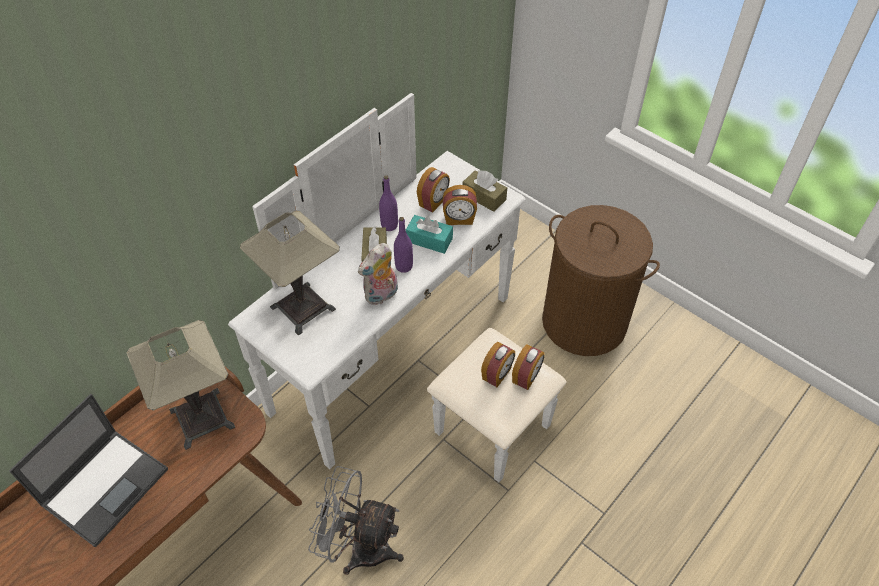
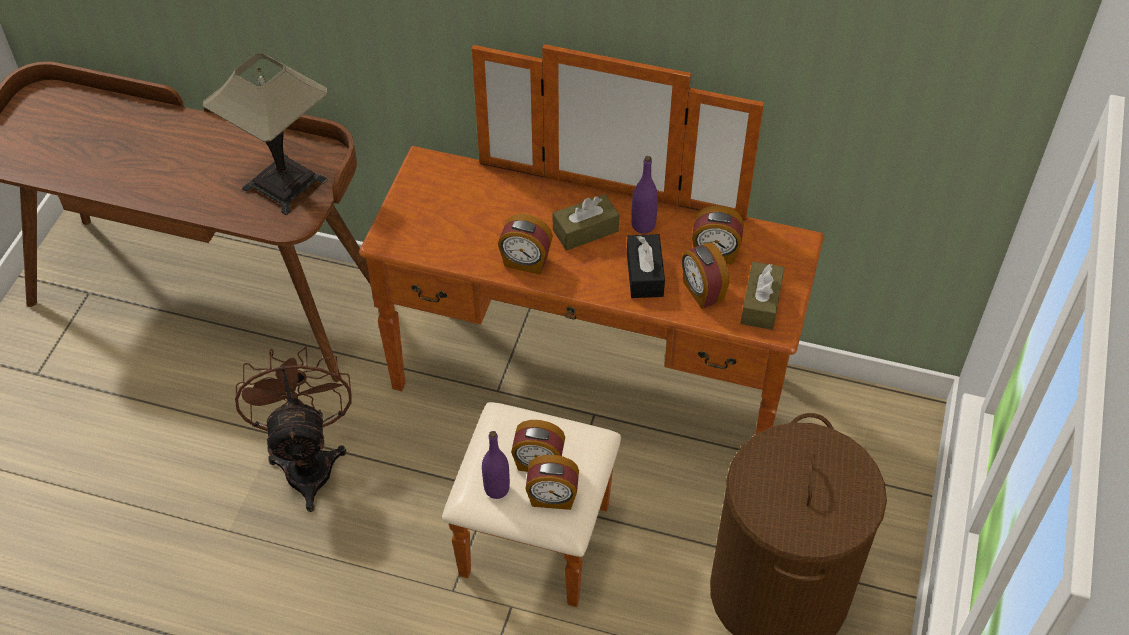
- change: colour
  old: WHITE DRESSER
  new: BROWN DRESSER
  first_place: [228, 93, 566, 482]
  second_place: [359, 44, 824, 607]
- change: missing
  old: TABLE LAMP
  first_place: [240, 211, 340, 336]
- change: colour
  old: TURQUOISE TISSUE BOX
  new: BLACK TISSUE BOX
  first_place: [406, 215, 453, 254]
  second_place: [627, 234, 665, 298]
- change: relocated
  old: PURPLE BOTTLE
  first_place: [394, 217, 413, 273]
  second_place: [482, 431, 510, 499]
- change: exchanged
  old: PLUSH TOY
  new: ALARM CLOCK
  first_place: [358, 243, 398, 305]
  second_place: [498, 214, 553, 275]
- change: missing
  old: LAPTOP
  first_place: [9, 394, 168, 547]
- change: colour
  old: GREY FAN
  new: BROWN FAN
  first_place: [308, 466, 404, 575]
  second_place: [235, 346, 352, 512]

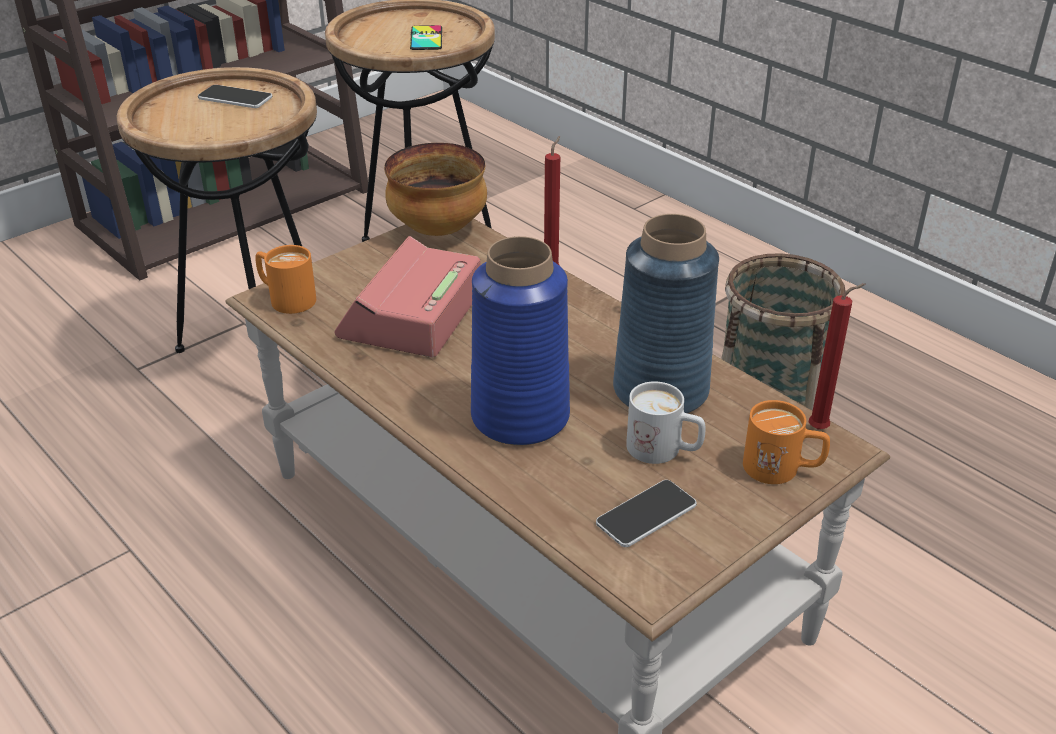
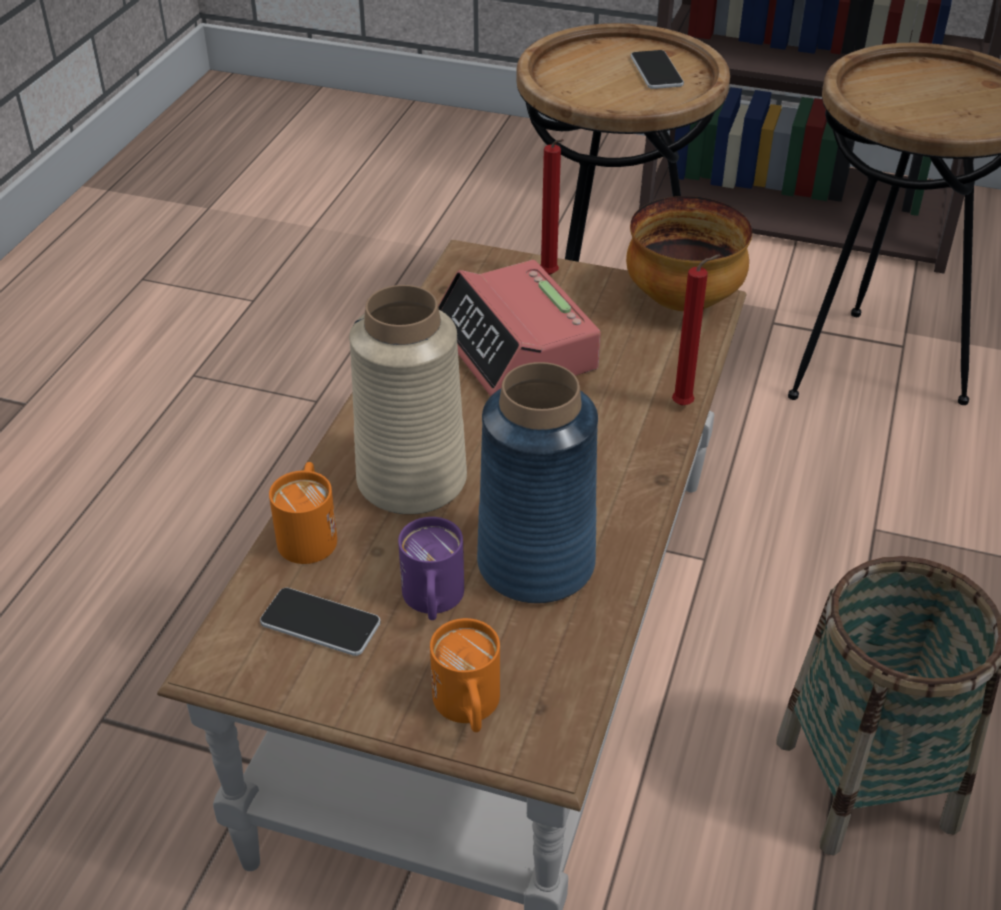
- change: missing
  old: PHONE
  first_place: [410, 25, 442, 50]
- change: spun
  old: ALARM CLOCK
  first_place: [335, 236, 481, 357]
  second_place: [438, 260, 601, 396]
  degrees: -105
- change: colour
  old: BLUE VASE
  new: BEIGE VASE
  first_place: [471, 236, 570, 445]
  second_place: [349, 285, 467, 515]
- change: relocated
  old: ORANGE MUG
  first_place: [255, 245, 316, 314]
  second_place: [269, 462, 337, 564]
- change: relocated
  old: RED CANDLE
  first_place: [809, 283, 866, 429]
  second_place: [540, 139, 564, 275]
- change: colour
  old: WHITE MUG
  new: PURPLE MUG
  first_place: [626, 381, 705, 464]
  second_place: [398, 517, 464, 620]

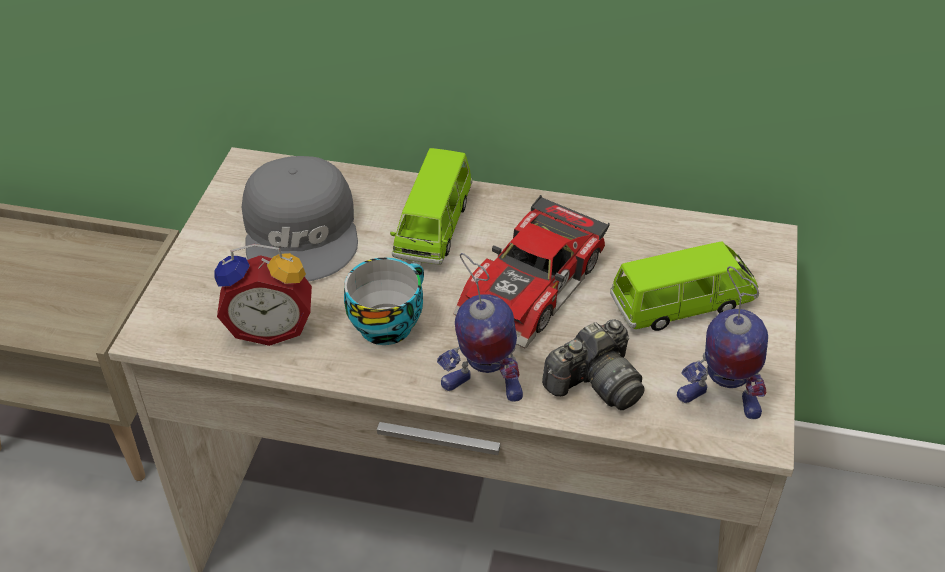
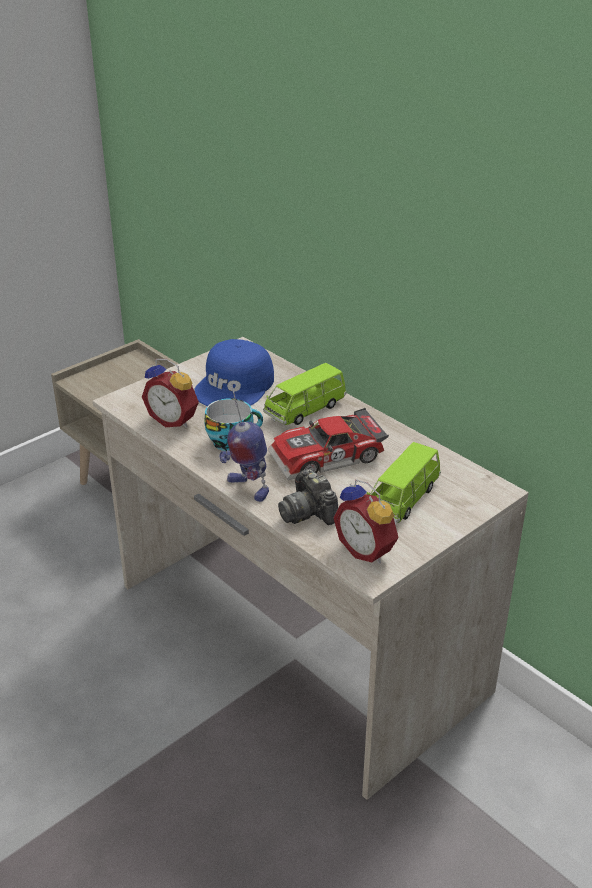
- change: colour
  old: GREY CAP
  new: BLUE CAP
  first_place: [242, 156, 358, 281]
  second_place: [194, 339, 274, 406]
- change: spun
  old: GREEN TOY CAR
  first_place: [610, 241, 759, 331]
  second_place: [367, 442, 441, 523]
  degrees: 105
- change: exchanged
  old: TOY ROBOT
  new: ALARM CLOCK
  first_place: [677, 266, 768, 419]
  second_place: [333, 479, 399, 564]
- change: spun
  old: PHOTO CAMERA
  first_place: [542, 319, 645, 410]
  second_place: [278, 469, 338, 525]
  degrees: 60

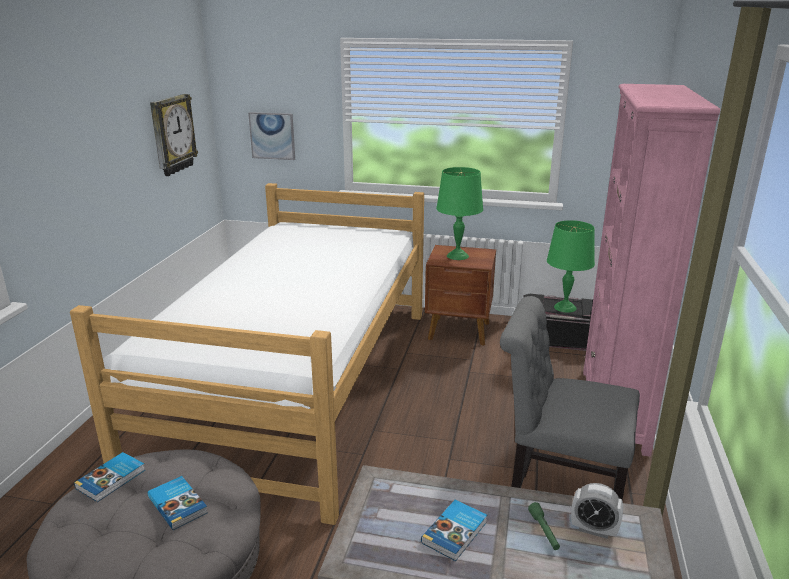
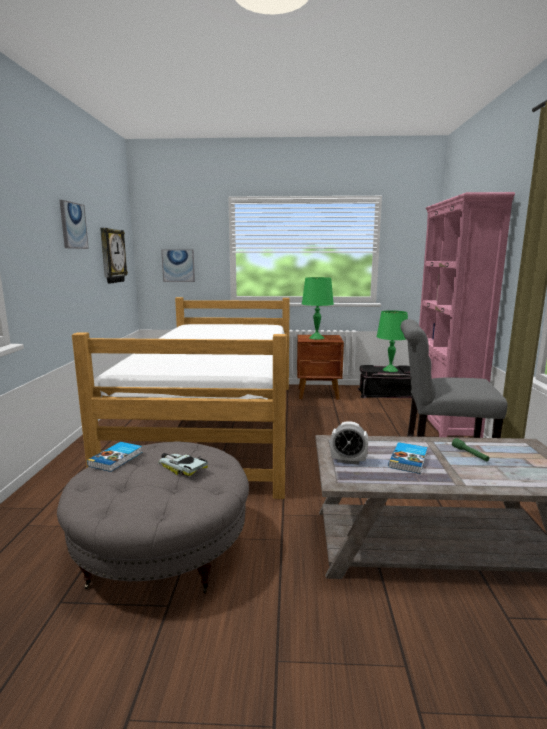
- change: exchanged
  old: BOOK
  new: TOY CAR
  first_place: [148, 476, 208, 530]
  second_place: [158, 453, 208, 476]
- change: relocated
  old: ALARM CLOCK
  first_place: [571, 483, 623, 539]
  second_place: [330, 421, 368, 465]
- change: appeared
  new: PICTURE
  second_place: [59, 200, 89, 249]

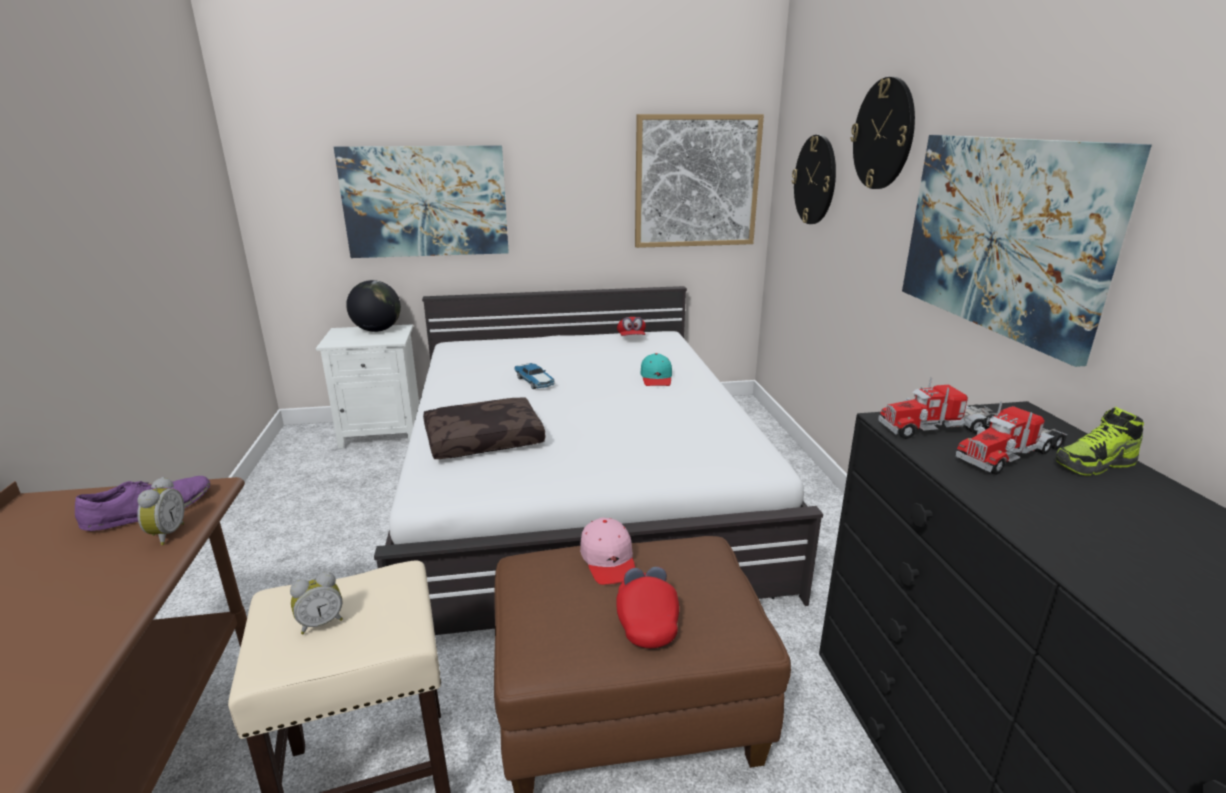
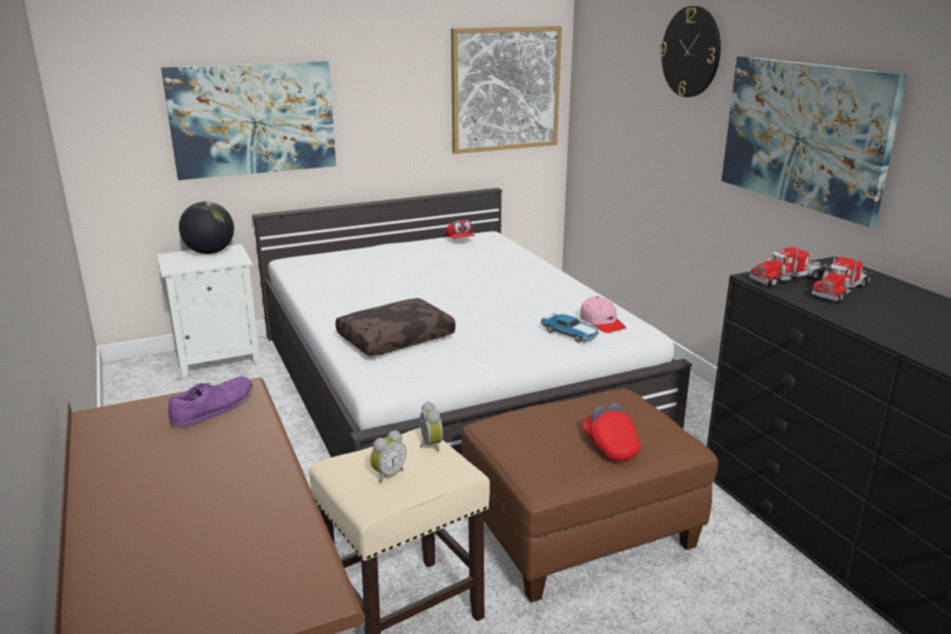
- change: missing
  old: WALL CLOCK
  first_place: [792, 135, 836, 224]
- change: missing
  old: TURQUOISE CAP
  first_place: [641, 353, 672, 386]
- change: relocated
  old: TOY CAR
  first_place: [514, 363, 555, 389]
  second_place: [541, 313, 599, 343]
- change: missing
  old: SHOE
  first_place: [1056, 407, 1144, 476]
- change: relocated
  old: ALARM CLOCK
  first_place: [137, 477, 184, 545]
  second_place: [420, 401, 443, 452]
- change: relocated
  old: PINK CAP
  first_place: [580, 518, 635, 585]
  second_place: [580, 296, 626, 333]

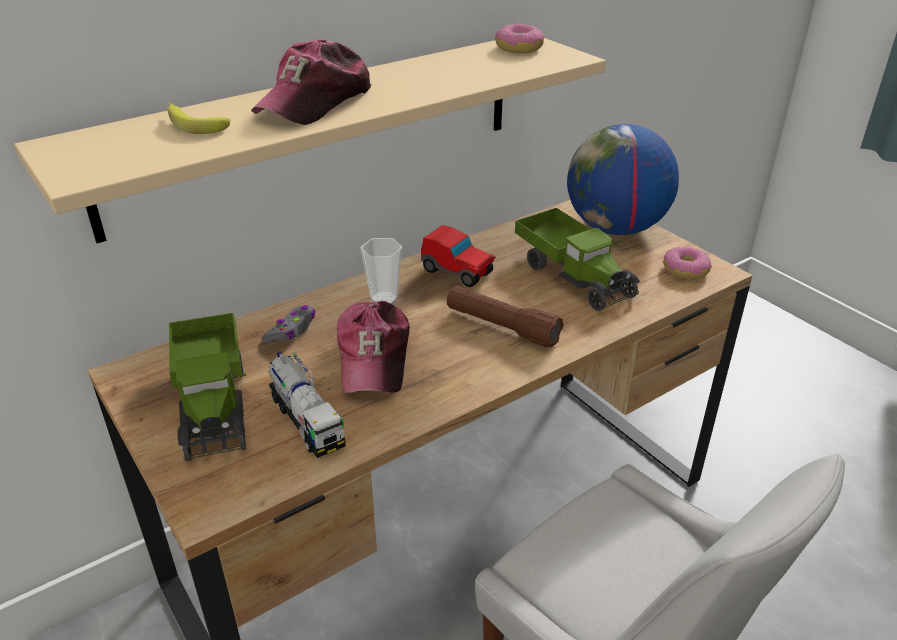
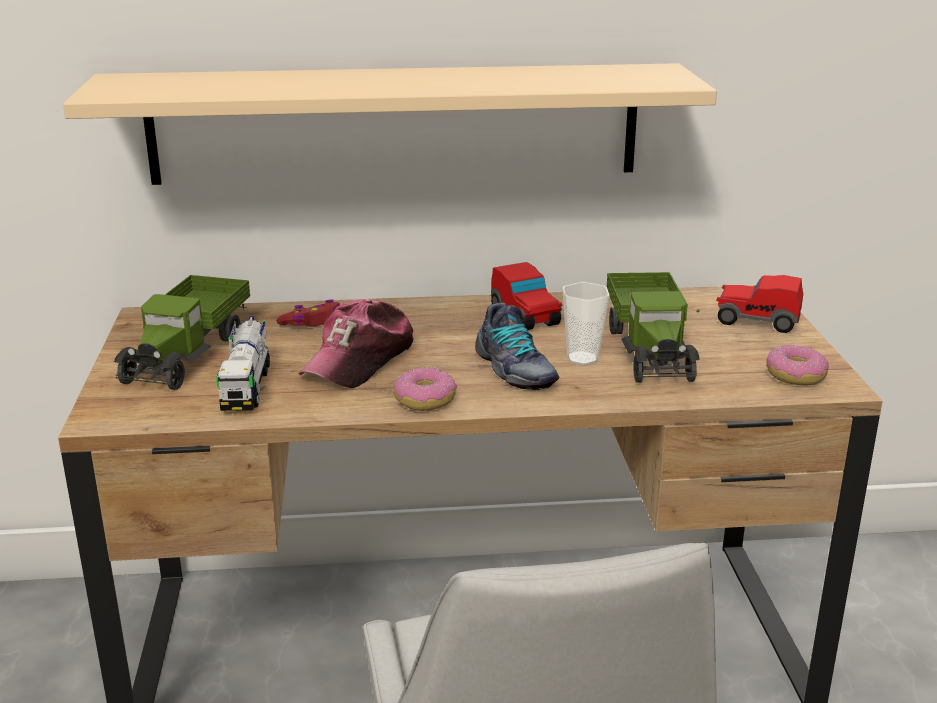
- change: relocated
  old: DONUT
  first_place: [495, 23, 545, 54]
  second_place: [393, 367, 457, 411]
- change: missing
  old: CAP
  first_place: [251, 39, 371, 125]
- change: missing
  old: BANANA
  first_place: [168, 103, 230, 134]
- change: exchanged
  old: GLOBE
  new: TOY CAR
  first_place: [567, 124, 679, 235]
  second_place: [716, 275, 803, 333]
- change: relocated
  old: CUP
  first_place: [361, 238, 402, 304]
  second_place: [562, 282, 610, 366]
- change: exchanged
  old: BROWN FLASHLIGHT
  new: SHOE
  first_place: [447, 286, 564, 348]
  second_place: [475, 303, 559, 390]
- change: colour
  old: GREY GAME CONTROLLER
  new: RED GAME CONTROLLER
  first_place: [262, 305, 316, 343]
  second_place: [276, 299, 340, 327]

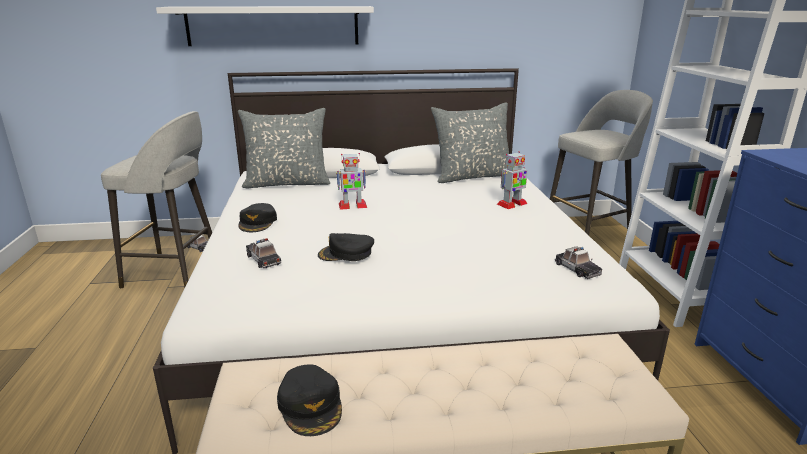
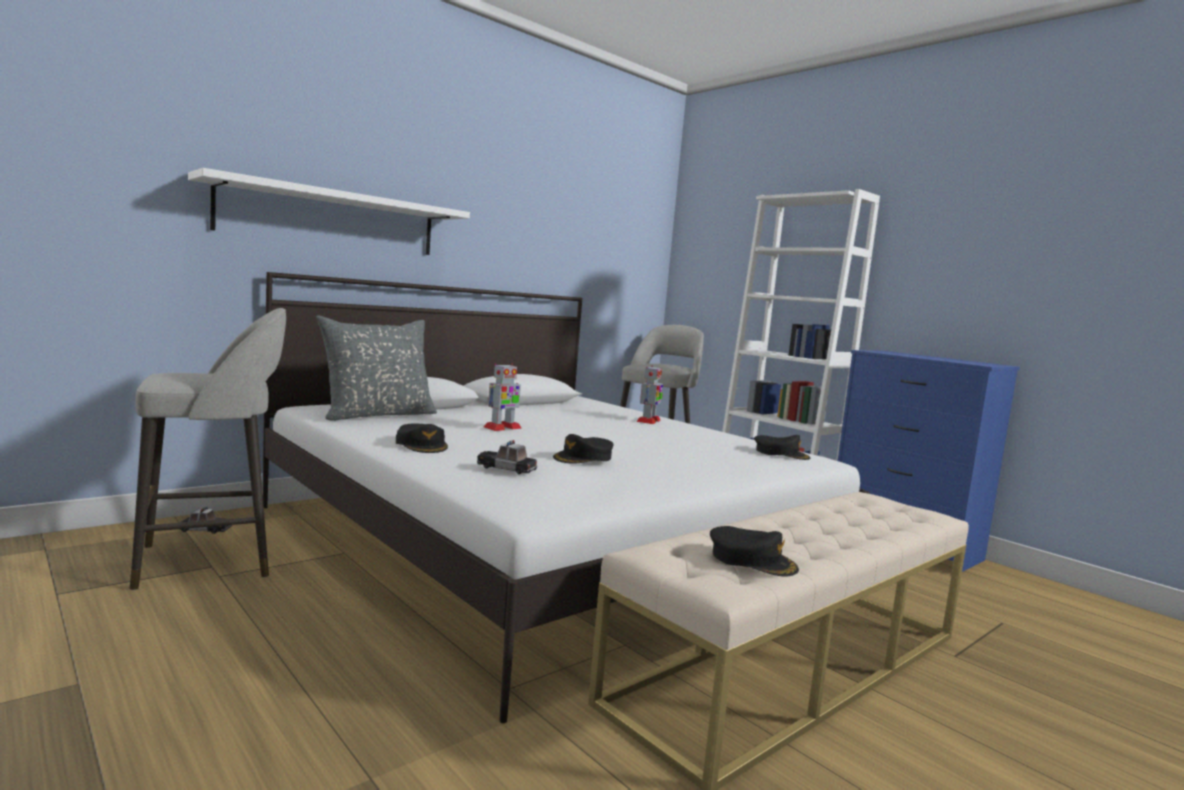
- change: missing
  old: GREY PILLOW
  first_place: [431, 102, 509, 183]
- change: exchanged
  old: TOY CAR
  new: BLACK CAP
  first_place: [555, 246, 602, 279]
  second_place: [754, 435, 810, 460]

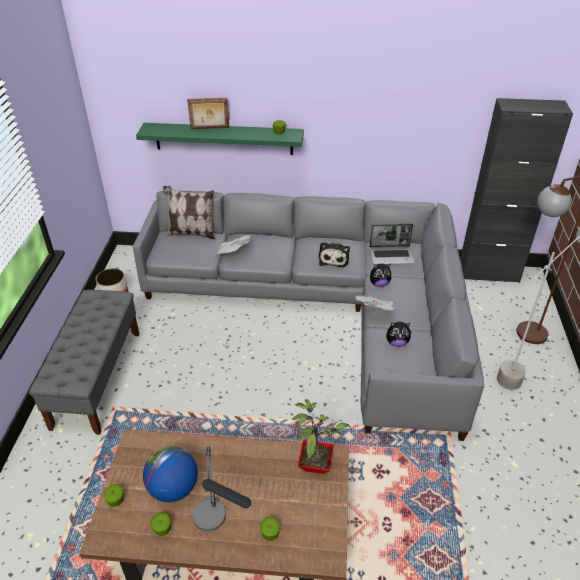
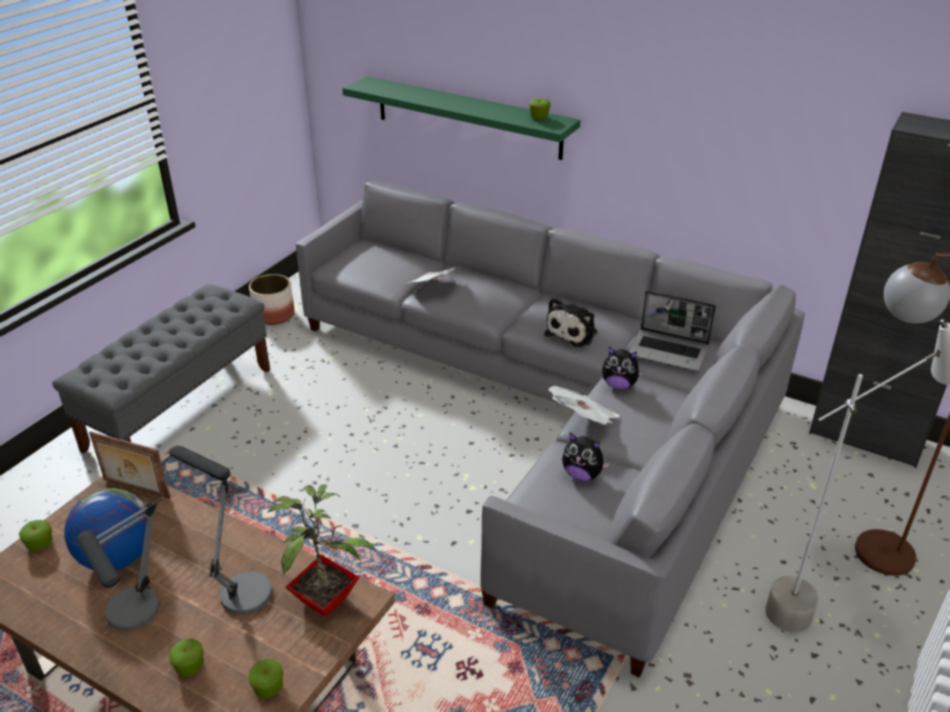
- change: relocated
  old: PICTURE FRAME
  first_place: [187, 98, 229, 129]
  second_place: [89, 431, 171, 499]
- change: missing
  old: PILLOW
  first_place: [163, 186, 215, 240]
- change: relocated
  old: APPLE
  first_place: [150, 512, 171, 536]
  second_place: [249, 659, 283, 698]
- change: appeared
  new: TABLE LAMP
  second_place: [169, 446, 272, 615]

